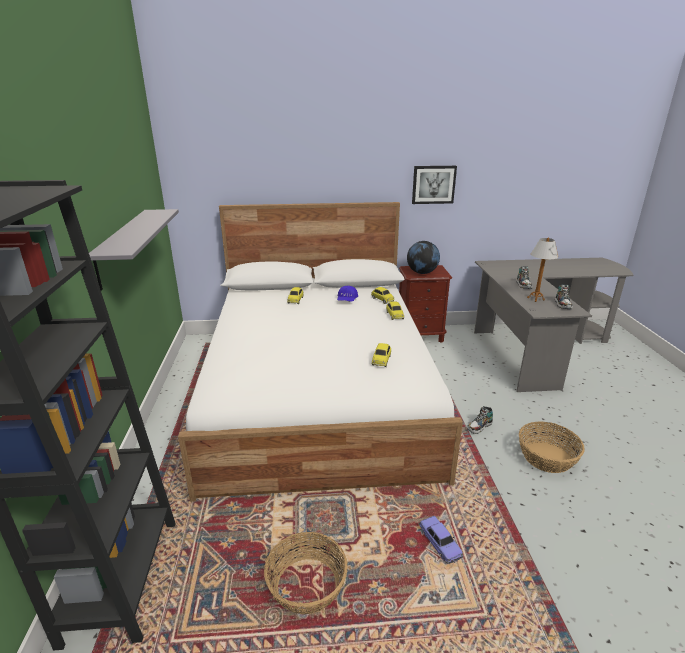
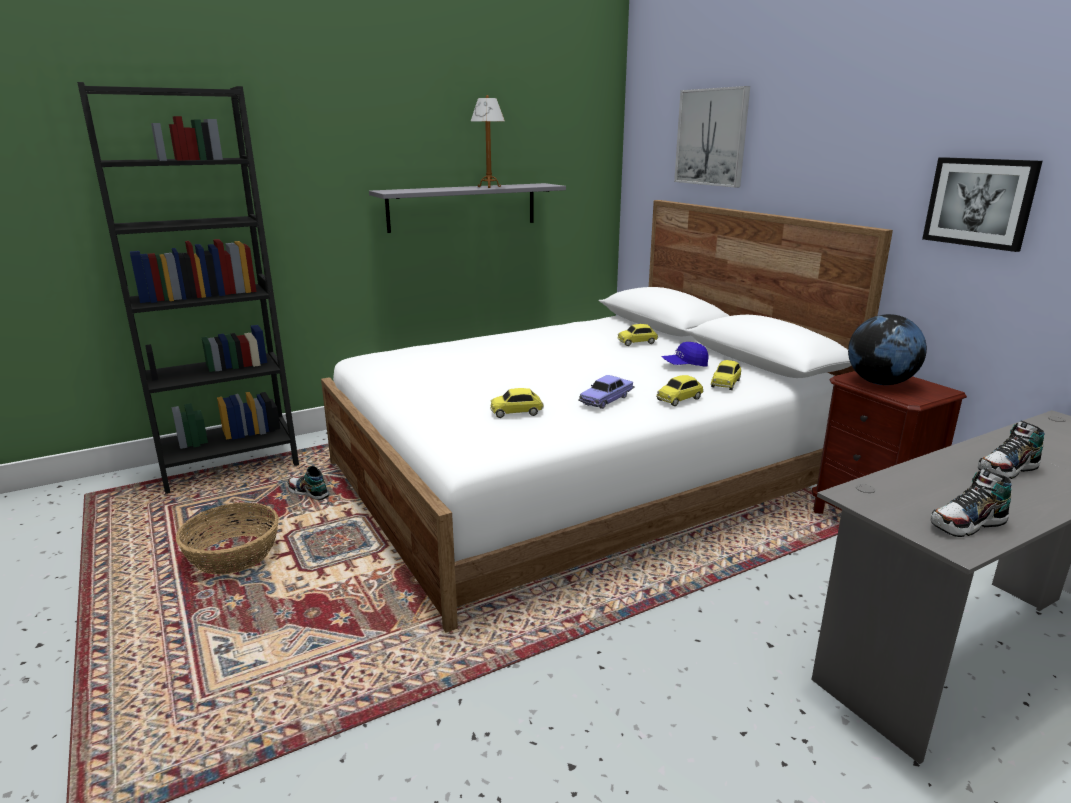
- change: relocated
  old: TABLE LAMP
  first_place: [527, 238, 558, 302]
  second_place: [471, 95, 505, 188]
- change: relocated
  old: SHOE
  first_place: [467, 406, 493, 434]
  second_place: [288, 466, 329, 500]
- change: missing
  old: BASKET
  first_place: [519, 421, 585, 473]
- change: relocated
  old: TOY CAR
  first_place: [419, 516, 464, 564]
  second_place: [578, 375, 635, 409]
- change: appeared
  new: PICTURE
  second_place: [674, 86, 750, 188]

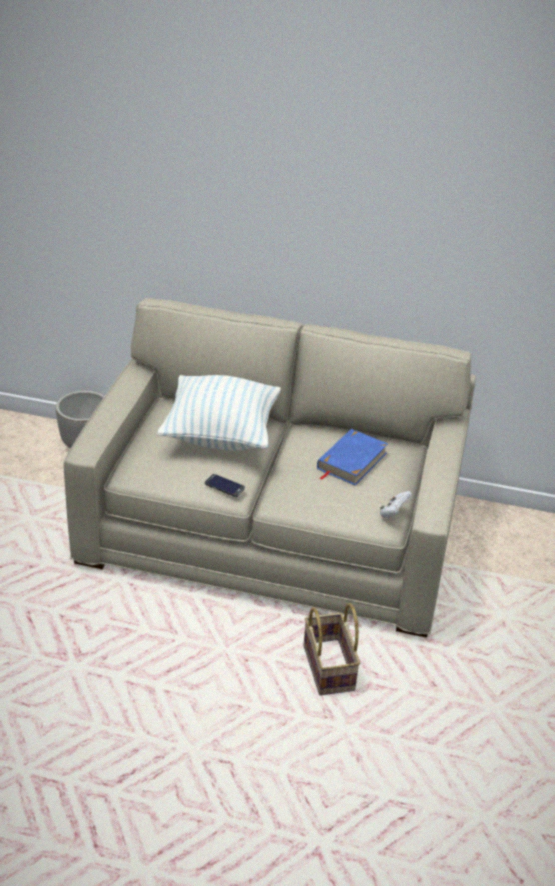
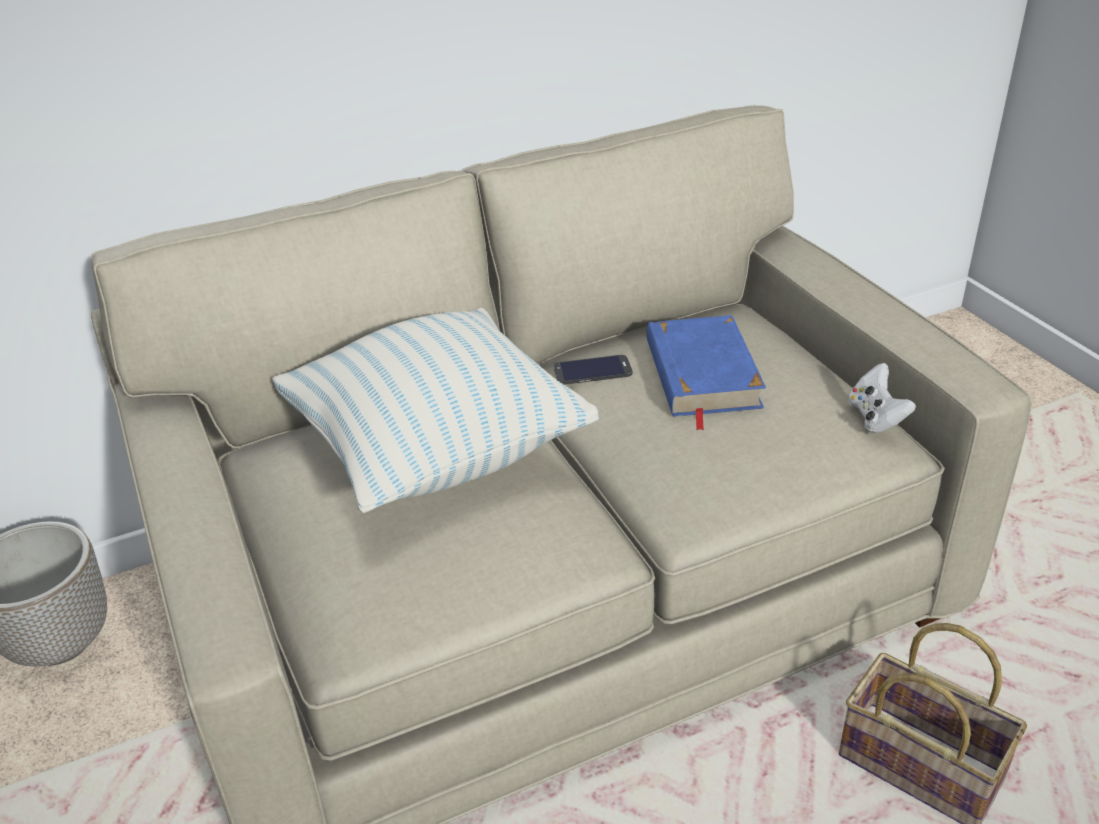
- change: relocated
  old: PHONE
  first_place: [205, 474, 245, 497]
  second_place: [554, 355, 632, 385]

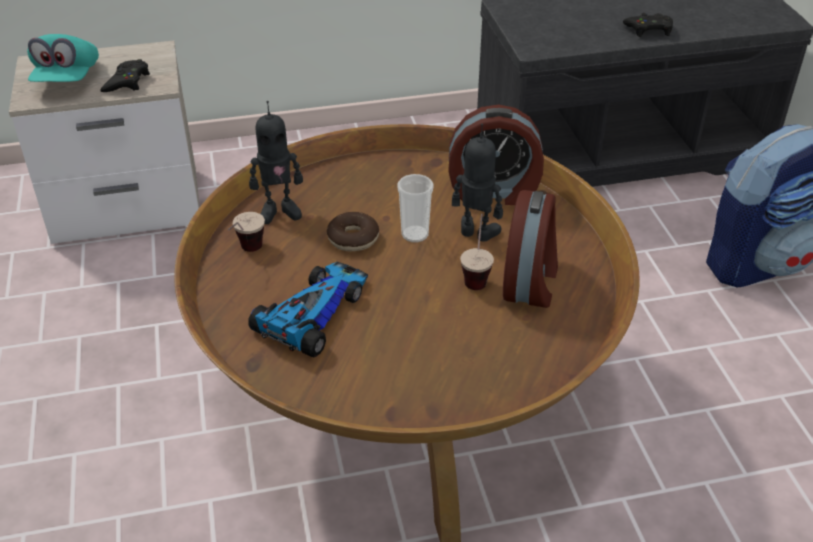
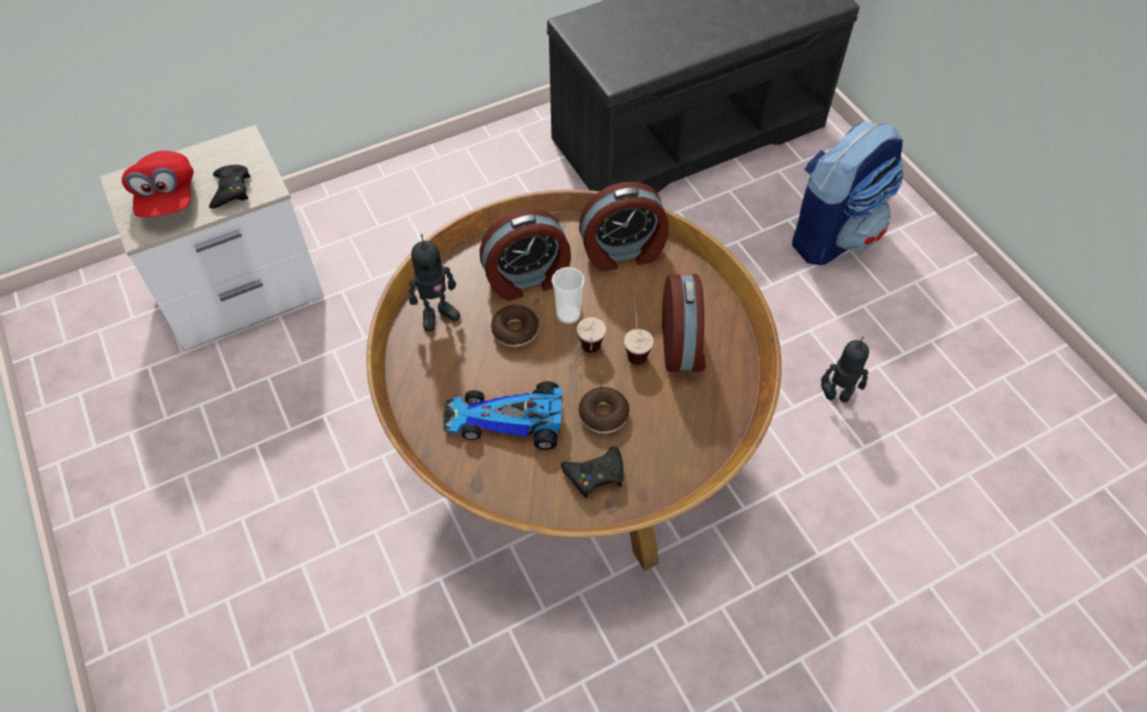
- change: relocated
  old: BLACK GAME CONTROLLER
  first_place: [623, 13, 673, 37]
  second_place: [561, 446, 624, 498]
- change: colour
  old: TURQUOISE CAP
  new: RED CAP
  first_place: [27, 34, 99, 82]
  second_place: [122, 151, 194, 218]
- change: relocated
  old: TOY ROBOT
  first_place: [452, 124, 503, 242]
  second_place: [821, 337, 869, 402]
- change: relocated
  old: CUP
  first_place: [228, 212, 265, 252]
  second_place: [577, 317, 606, 353]
- change: spun
  old: TOY CAR
  first_place: [249, 262, 368, 357]
  second_place: [443, 381, 563, 450]
  degrees: -105
- change: appeared
  new: ALARM CLOCK
  second_place: [480, 208, 571, 301]
- change: appeared
  new: DONUT
  second_place: [578, 387, 629, 434]

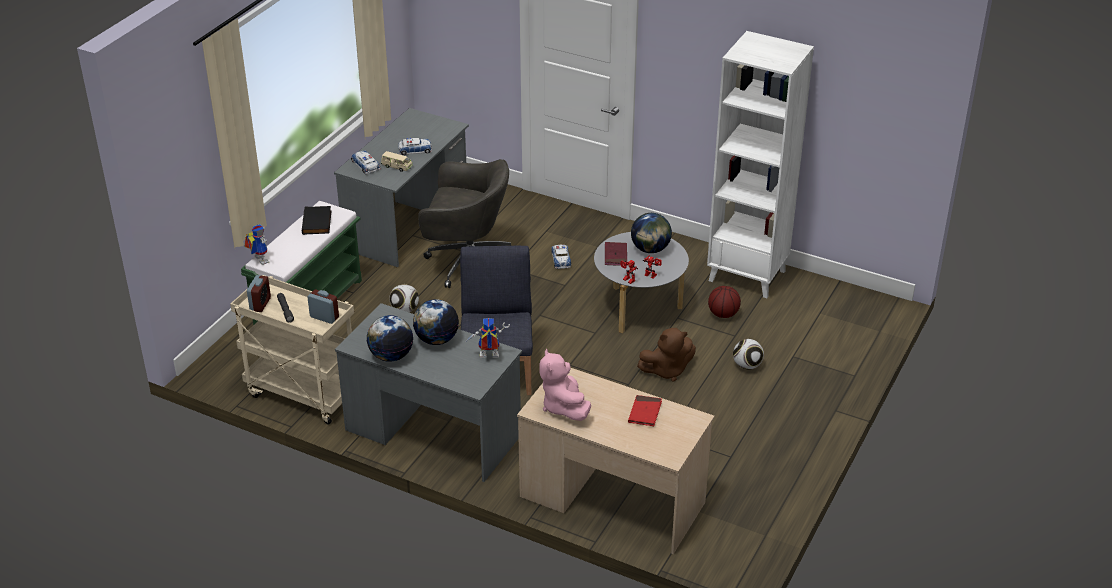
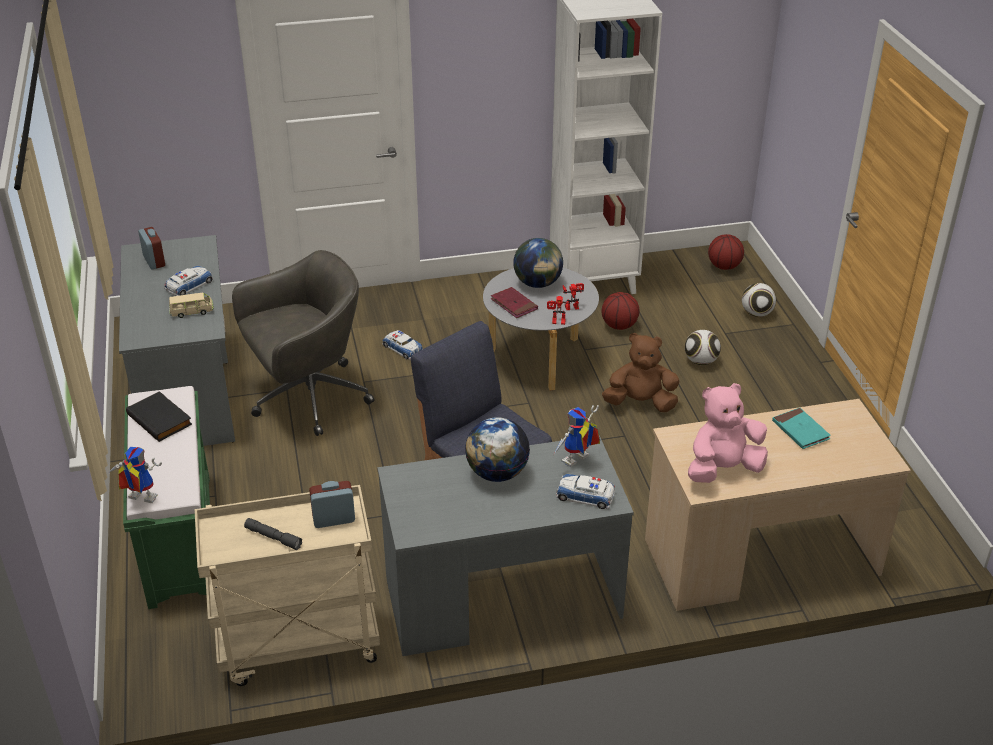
- change: relocated
  old: TOY CAR
  first_place: [351, 151, 381, 174]
  second_place: [556, 474, 615, 509]
- change: relocated
  old: ALARM CLOCK
  first_place: [247, 275, 271, 312]
  second_place: [138, 227, 165, 270]
- change: relocated
  old: FOOTBALL
  first_place: [389, 284, 419, 312]
  second_place: [742, 283, 776, 317]
- change: missing
  old: GLOBE
  first_place: [367, 315, 413, 362]
- change: spun
  old: BROWN PLUSH TOY
  first_place: [637, 328, 696, 382]
  second_place: [602, 333, 679, 412]
  degrees: -120
- change: spun
  old: PINK PLUSH TOY
  first_place: [540, 349, 591, 421]
  second_place: [688, 383, 768, 483]
  degrees: 120
- change: colour
  old: RED BOOK
  new: TURQUOISE BOOK
  first_place: [628, 395, 662, 426]
  second_place: [772, 407, 831, 449]
- change: appeared
  new: BASKETBALL
  second_place: [708, 234, 744, 270]

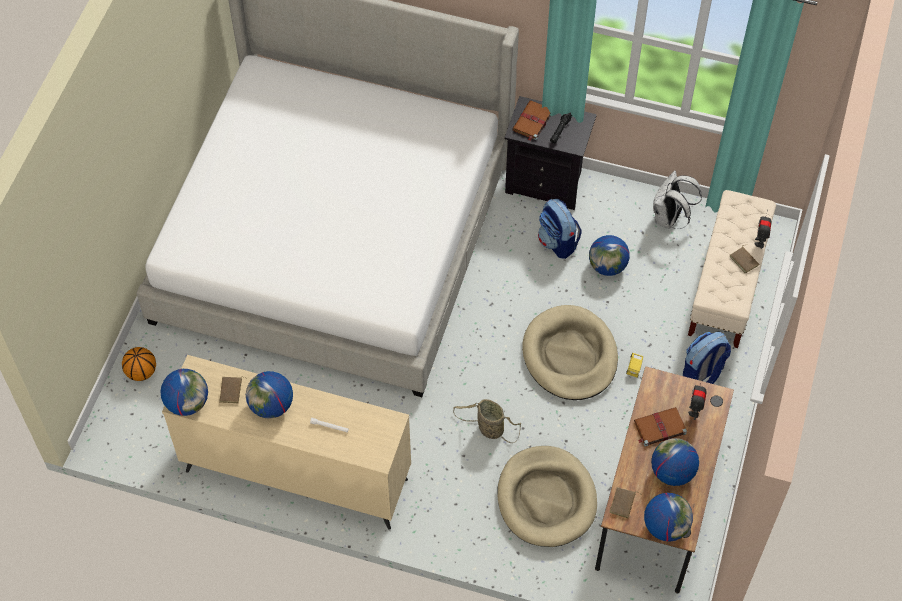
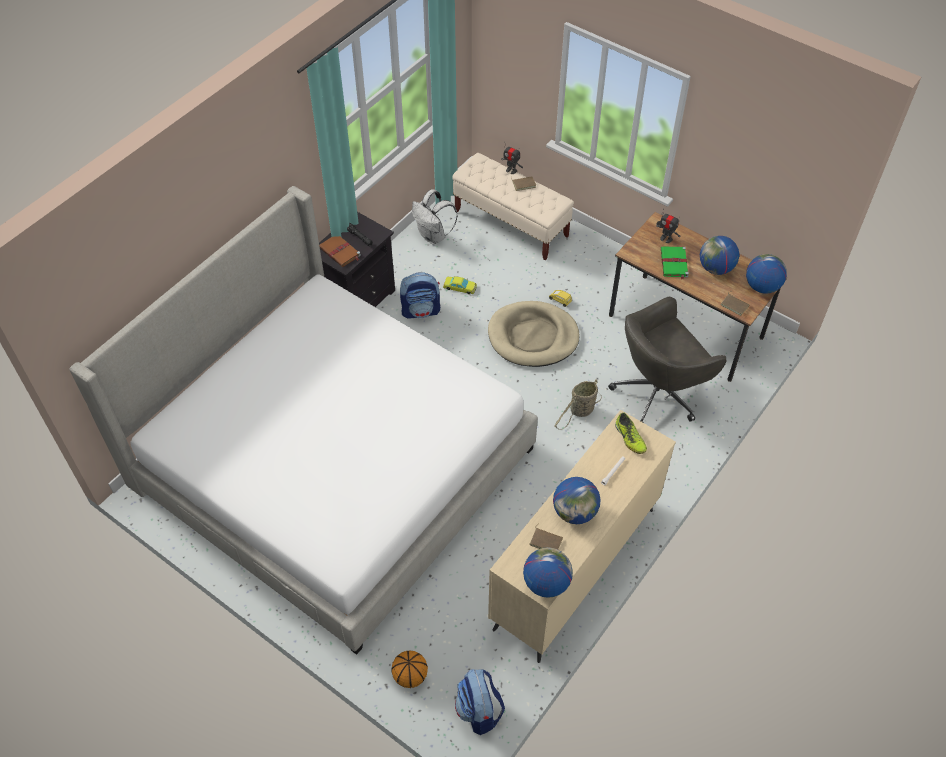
- change: exchanged
  old: GLOBE
  new: YELLOW TOY CAR
  first_place: [589, 235, 630, 276]
  second_place: [443, 276, 477, 294]
- change: relocated
  old: BACKPACK
  first_place: [683, 332, 731, 384]
  second_place: [455, 669, 505, 735]
- change: colour
  old: BROWN BOOK
  new: GREEN BOOK
  first_place: [634, 407, 687, 447]
  second_place: [661, 246, 689, 280]
- change: exchanged
  old: BEIGE DOG BED
  new: GREY OFFICE CHAIR
  first_place: [497, 446, 597, 547]
  second_place: [608, 297, 727, 422]
- change: appeared
  new: SHOE
  second_place: [615, 413, 647, 454]

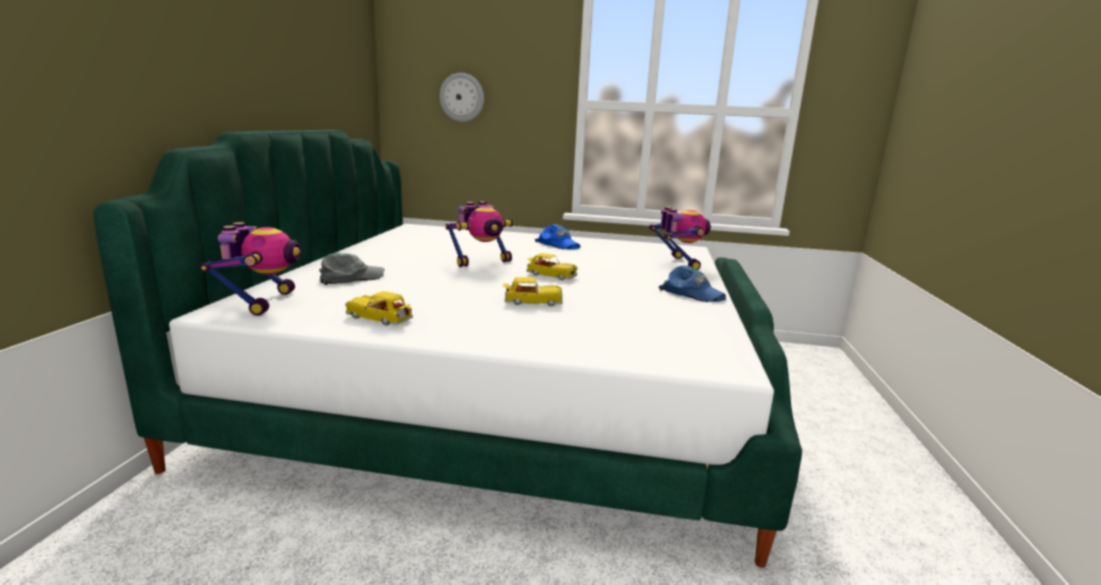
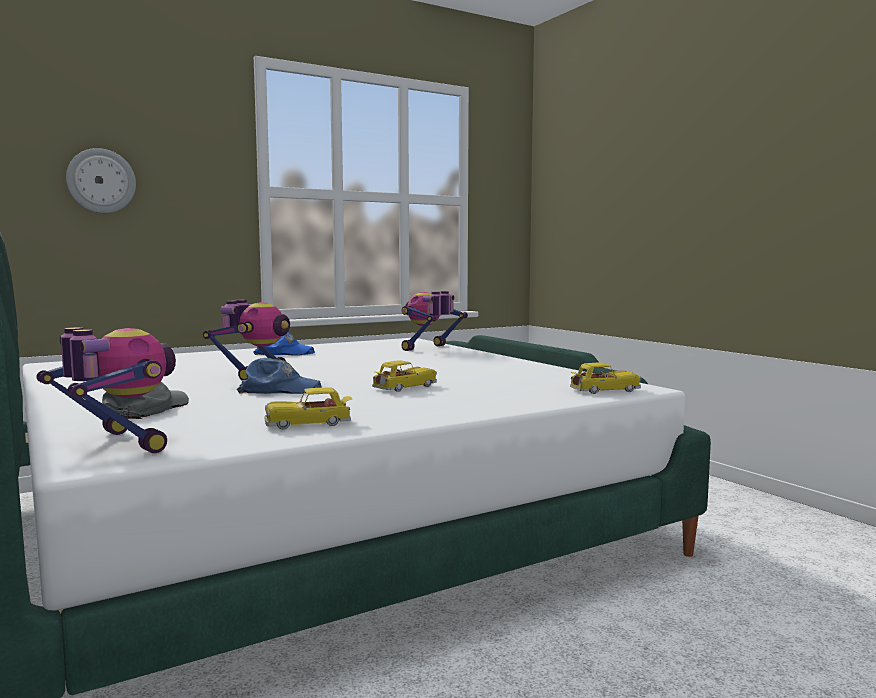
- change: spun
  old: TOY ROBOT
  first_place: [649, 207, 711, 270]
  second_place: [402, 291, 468, 351]
  degrees: -90
- change: relocated
  old: TOY CAR
  first_place: [526, 253, 578, 280]
  second_place: [570, 362, 641, 394]
- change: relocated
  old: BLUE CAP
  first_place: [659, 265, 726, 302]
  second_place: [237, 358, 322, 394]

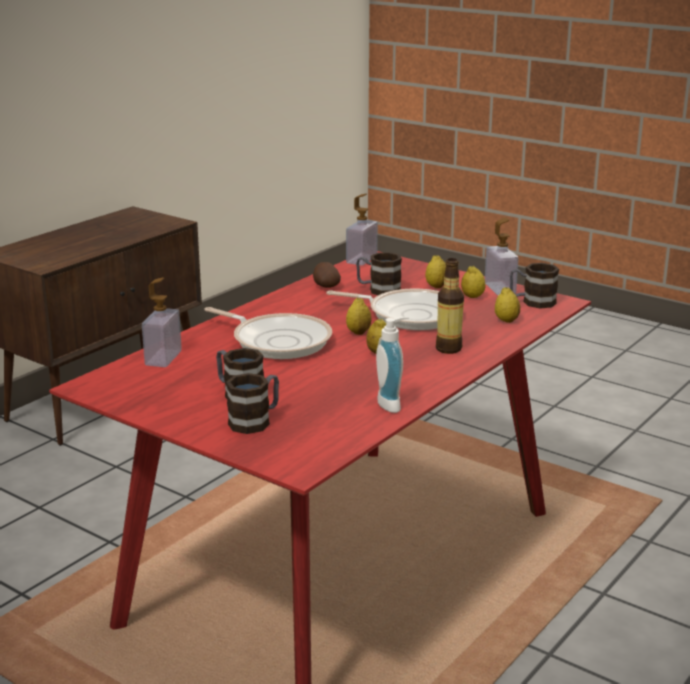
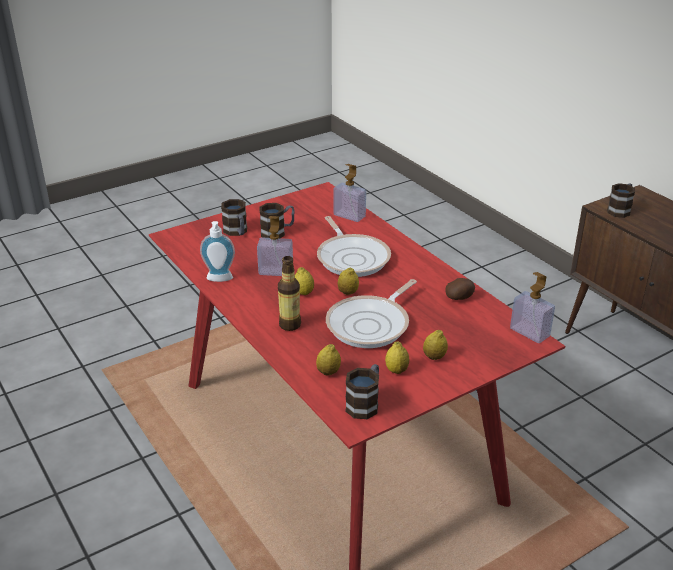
- change: relocated
  old: SOAP DISPENSER
  first_place: [485, 217, 518, 295]
  second_place: [257, 216, 293, 276]
- change: relocated
  old: MUG
  first_place: [356, 252, 402, 295]
  second_place: [607, 183, 635, 218]
- change: spun
  old: FRYING PAN
  first_place: [204, 307, 332, 359]
  second_place: [317, 216, 391, 277]
  degrees: -75

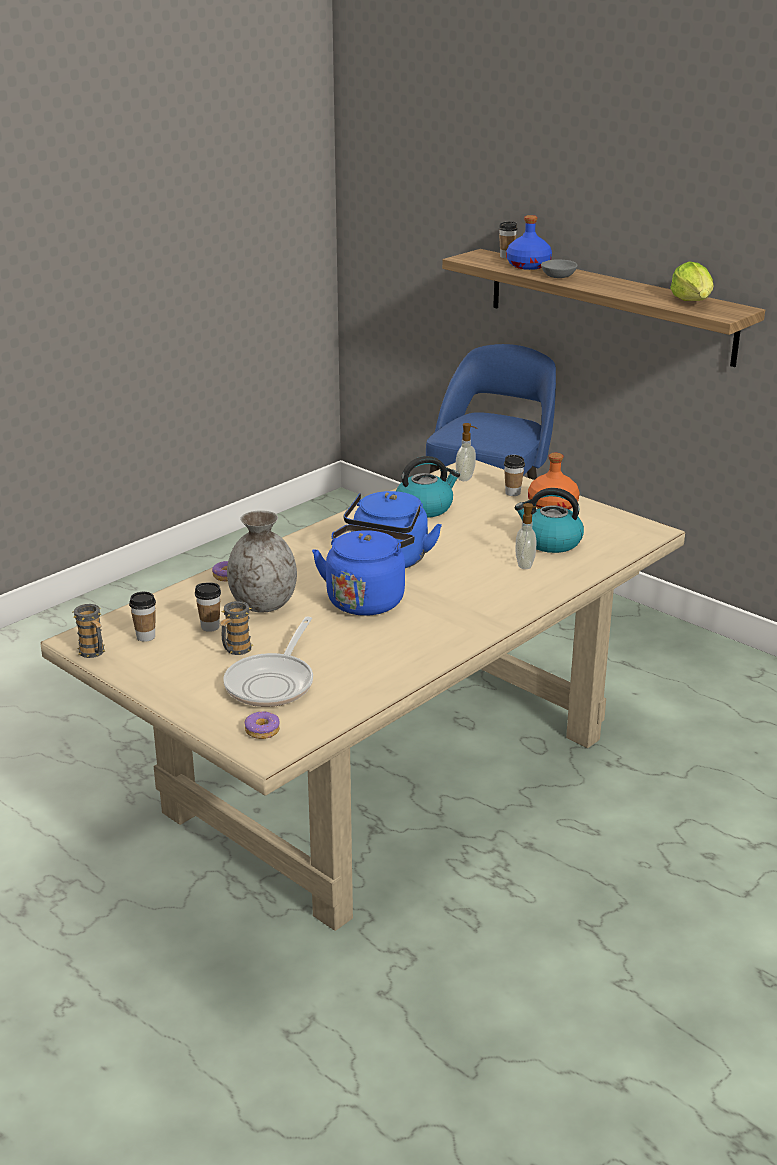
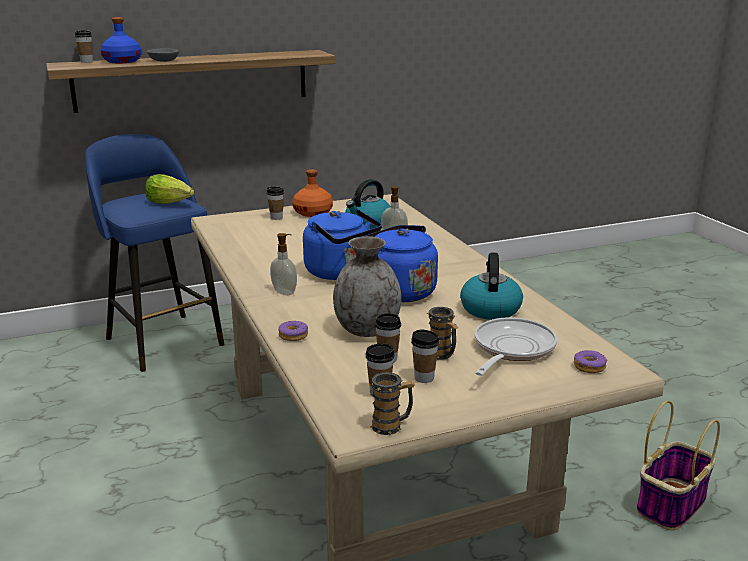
- change: relocated
  old: LETTUCE
  first_place: [670, 261, 714, 301]
  second_place: [145, 174, 194, 204]
- change: relocated
  old: SOAP DISPENSER
  first_place: [456, 423, 478, 481]
  second_place: [270, 233, 297, 296]
- change: relocated
  old: KETTLE
  first_place: [396, 456, 460, 518]
  second_place: [460, 253, 523, 320]
- change: spun
  old: FRYING PAN
  first_place: [223, 617, 313, 707]
  second_place: [475, 317, 557, 376]
  degrees: -105
- change: appeared
  new: CUP
  second_place: [411, 330, 439, 383]
- change: appeared
  new: BASKET
  second_place: [636, 401, 720, 531]

